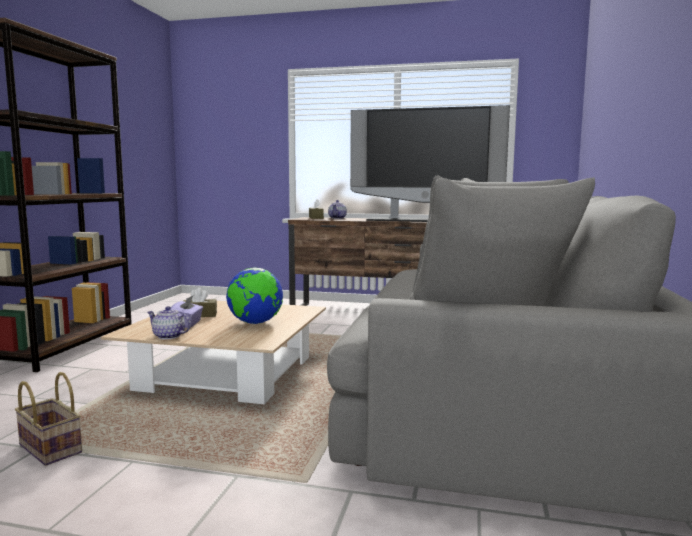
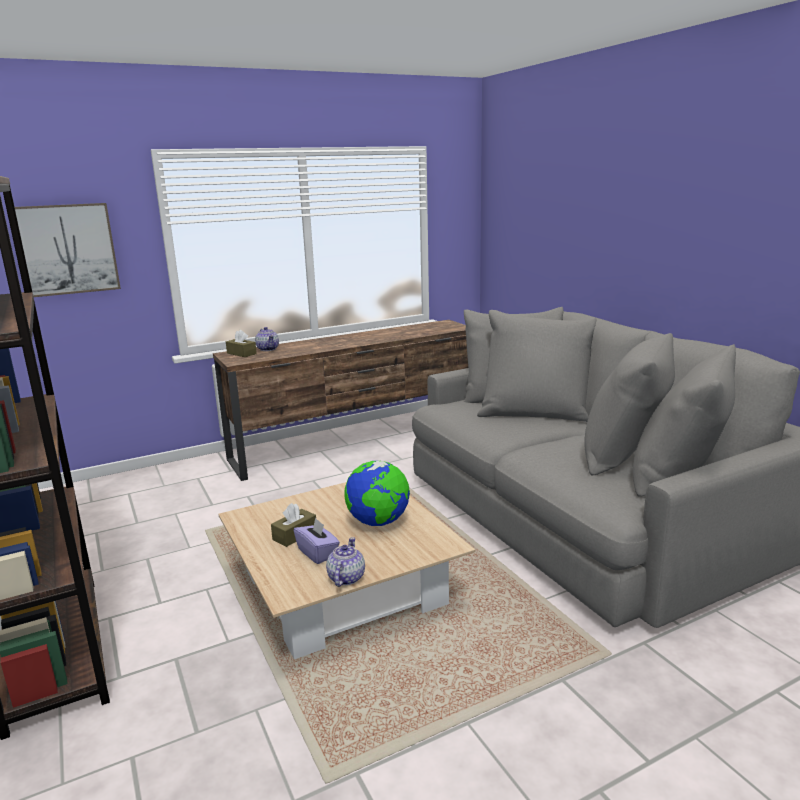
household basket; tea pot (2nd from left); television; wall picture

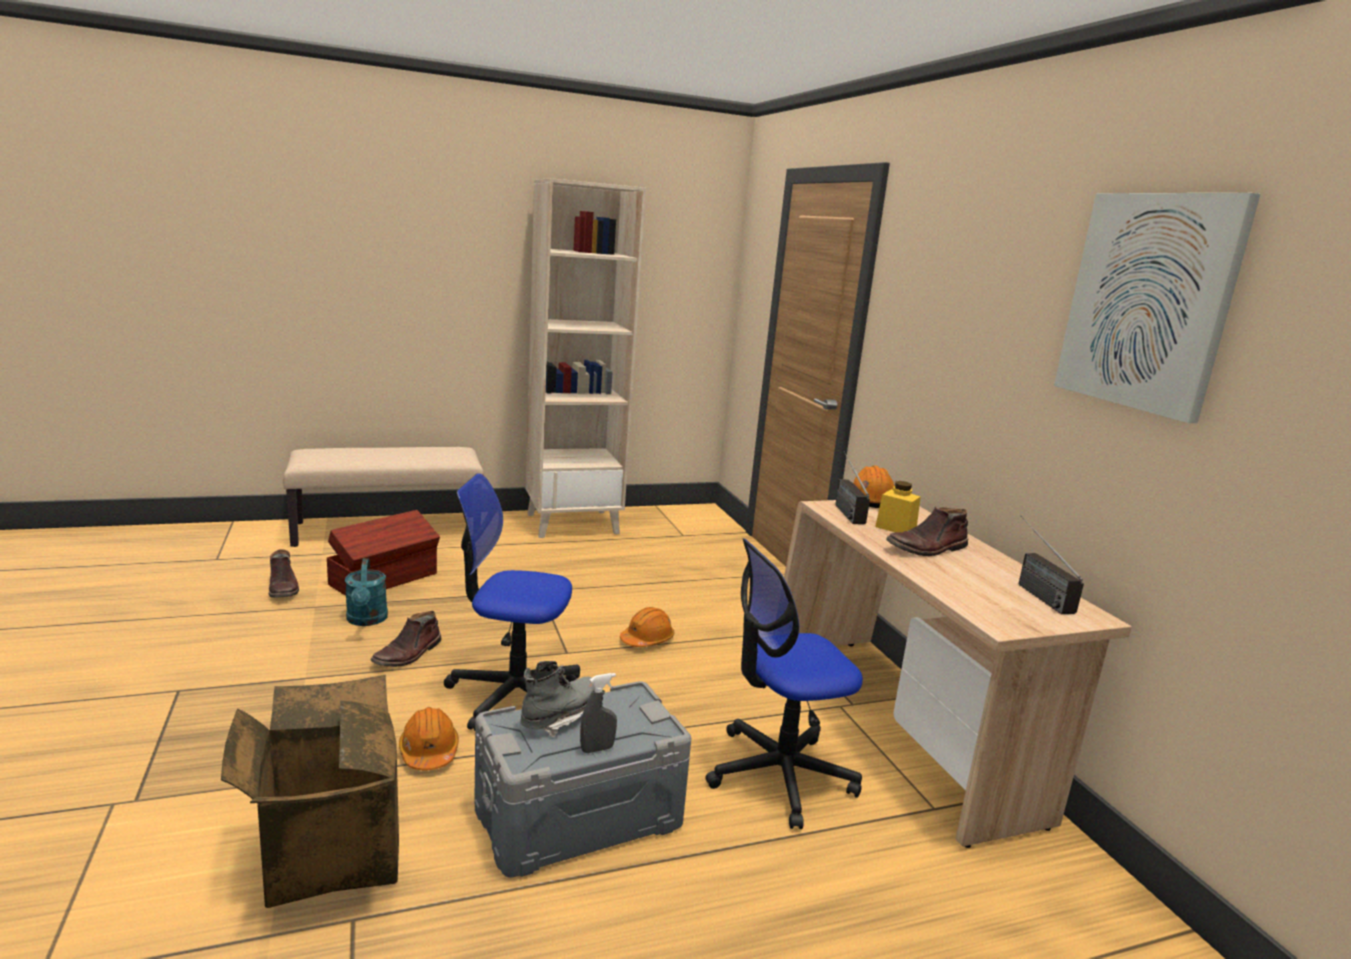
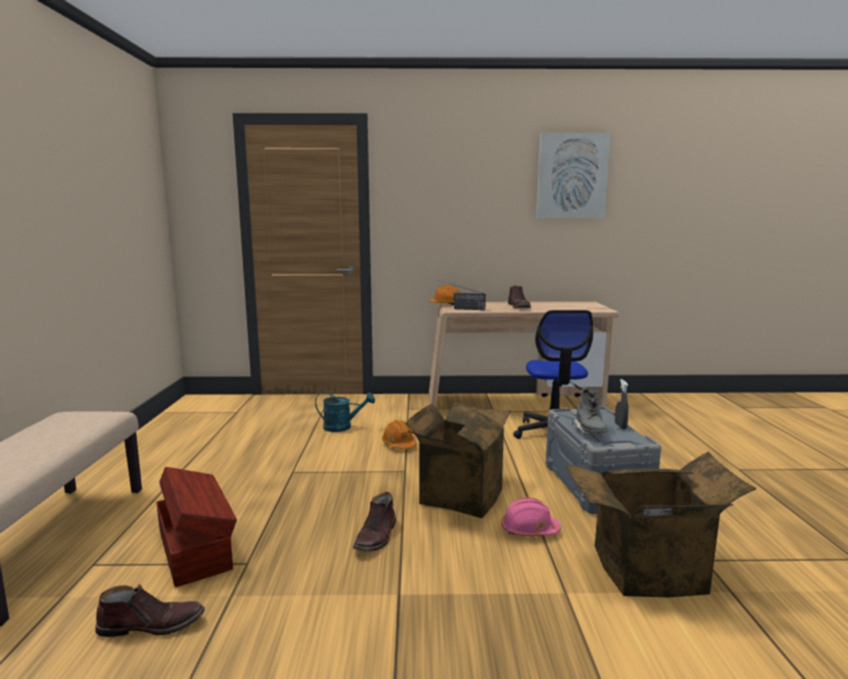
sprinkling can in turquoise; boot in brown-coloured (2nd from left); safety helmet in pinkish; cardboard box (1st from left); boot in grey; bookshelf in sand-coloured; preserve jar in yellowish; radio receiver (2nd from left in the first image)

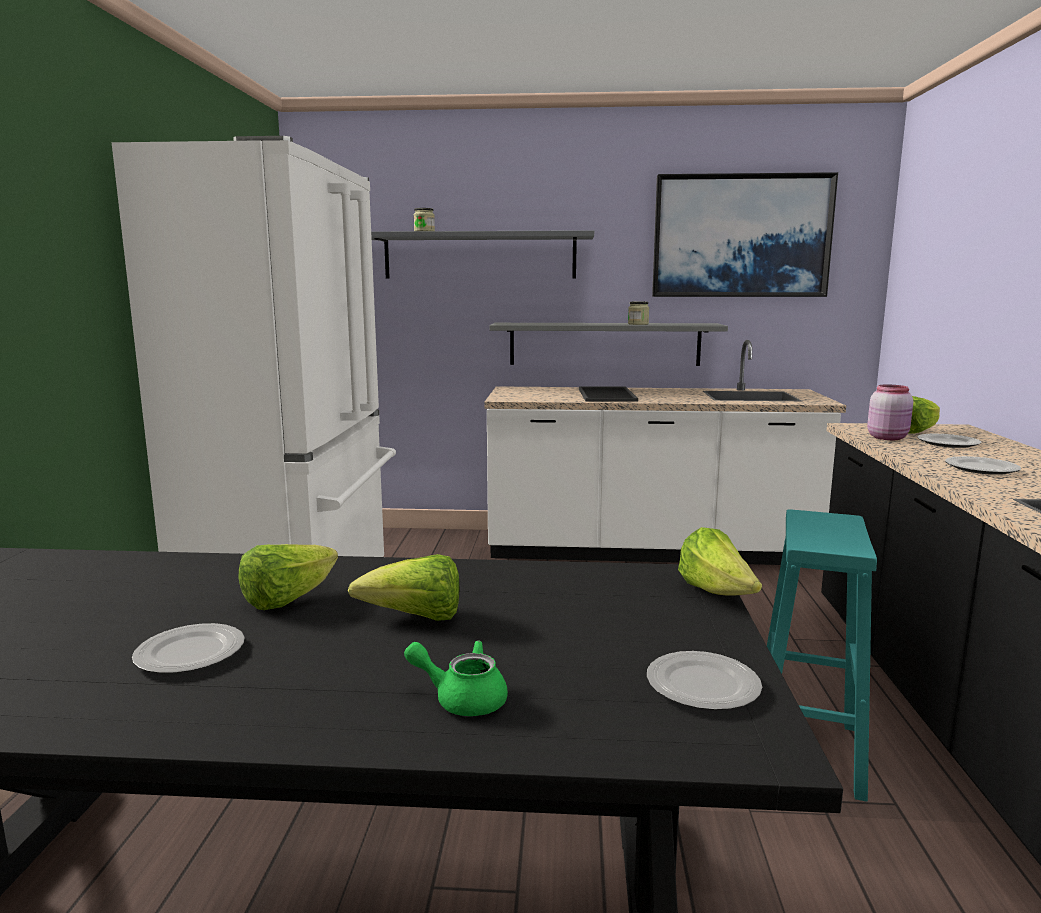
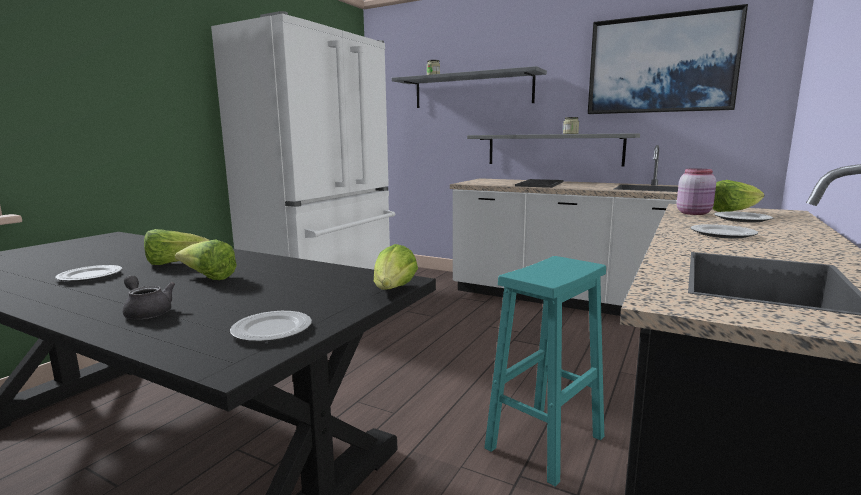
tea pot in grey

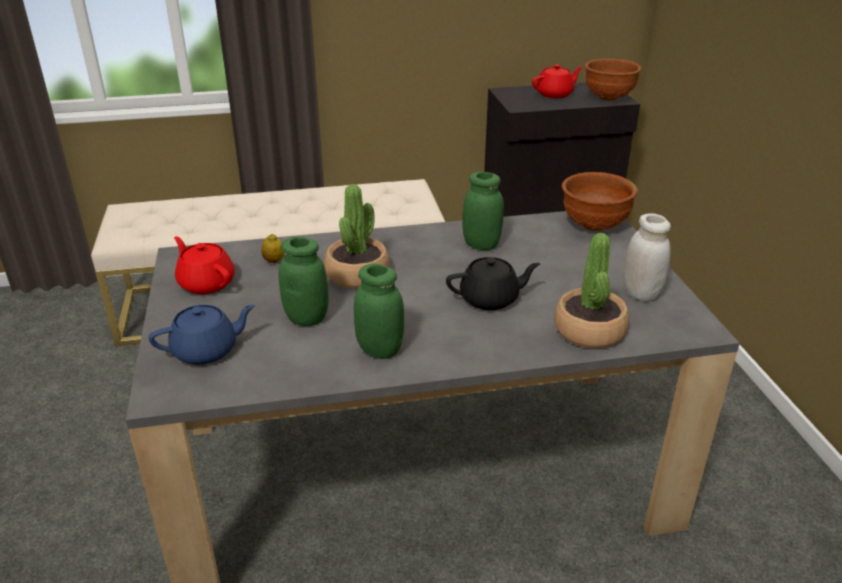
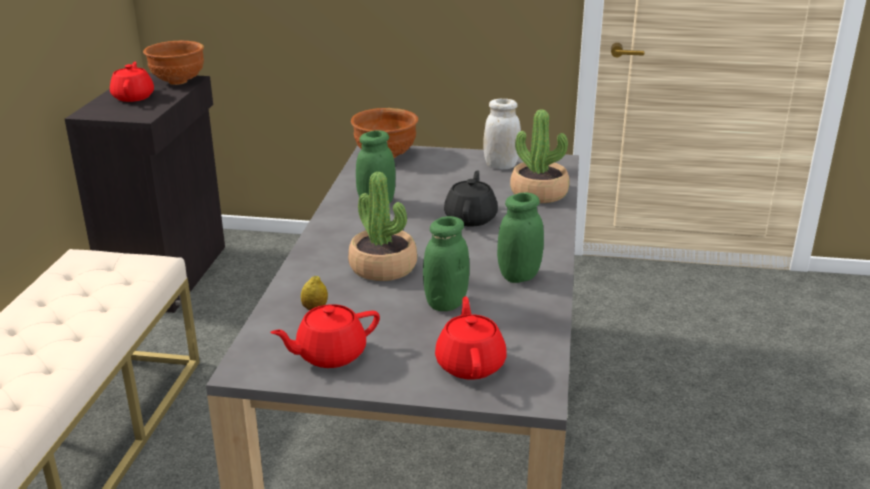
tea pot in reddish (3rd from left)

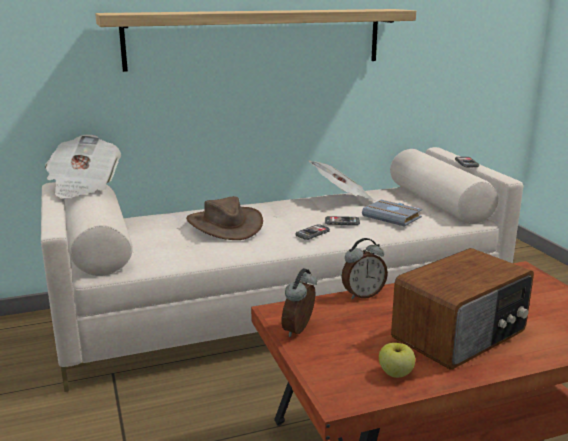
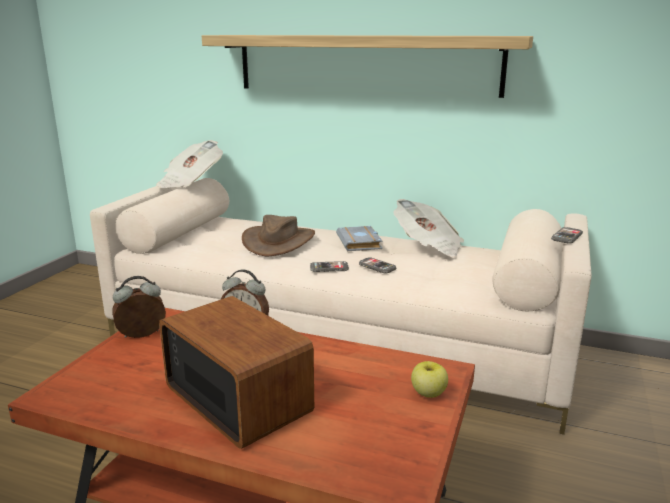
volume in grey; apple fruit; radio receiver

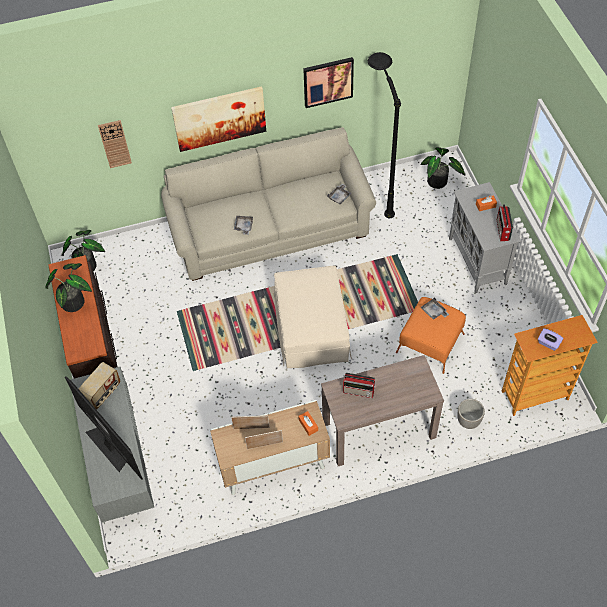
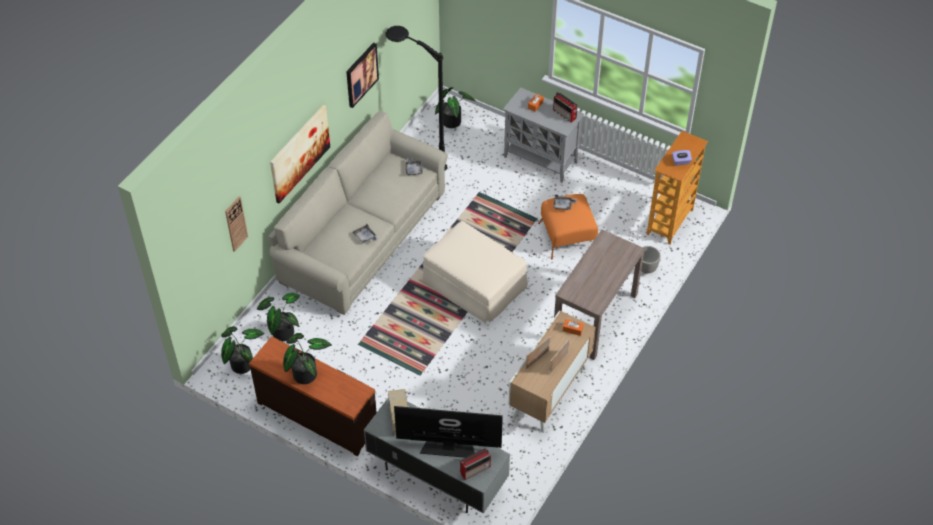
radio receiver (2nd from left); plant in a pot (2nd from left)

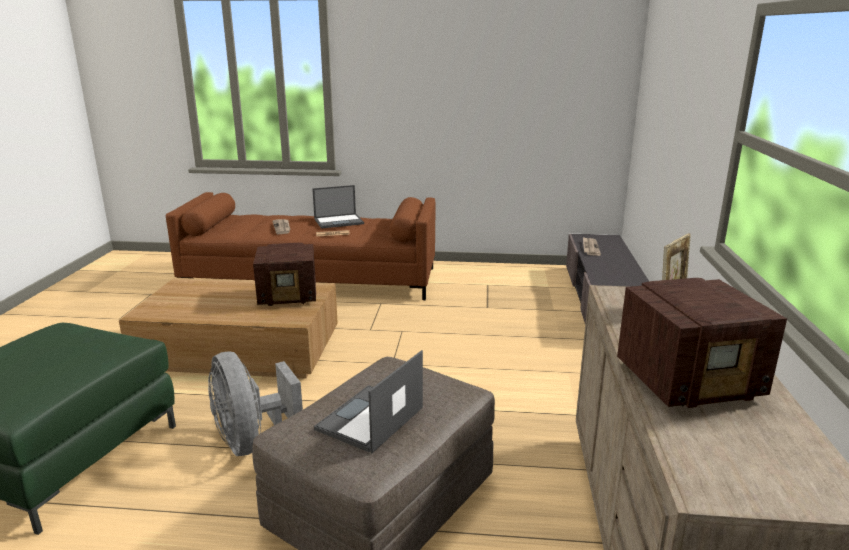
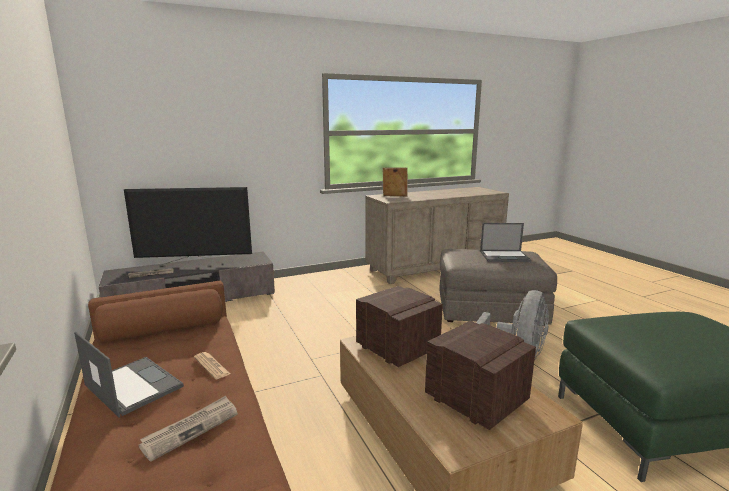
radio receiver (2nd from left); television

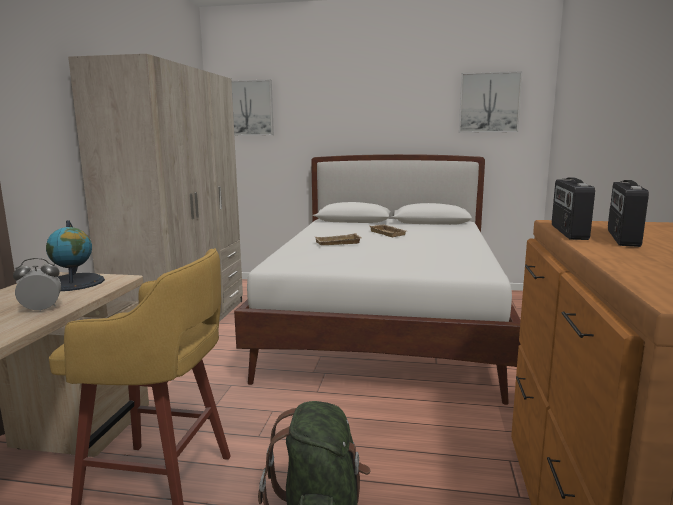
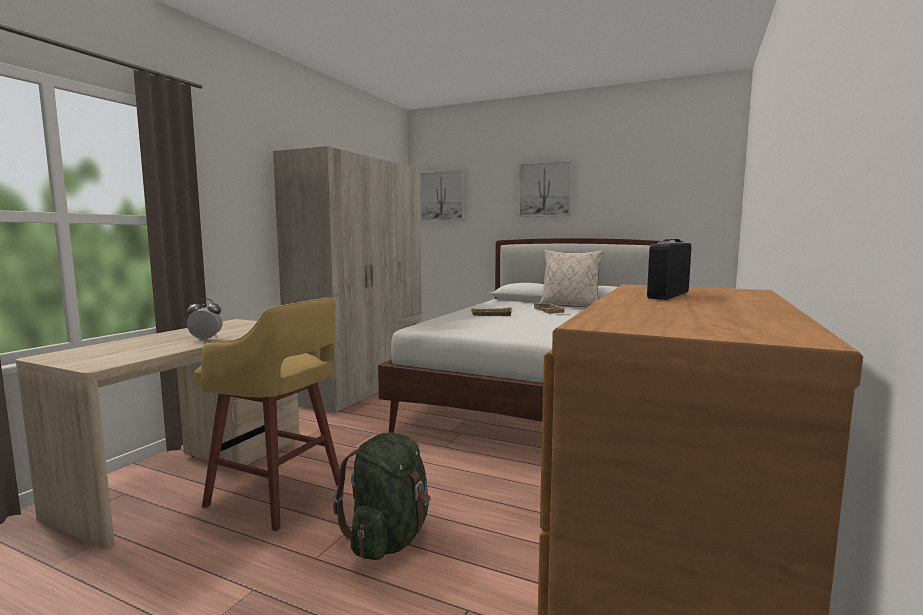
world globe; wall picture (2nd from left); radio receiver (1st from left in the first image); throw pillow in sand-coloured

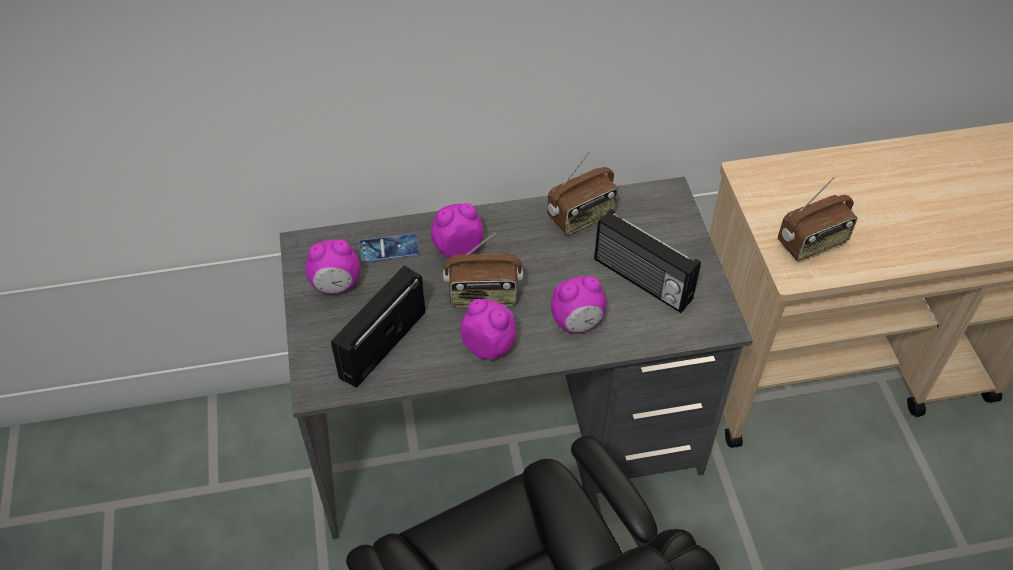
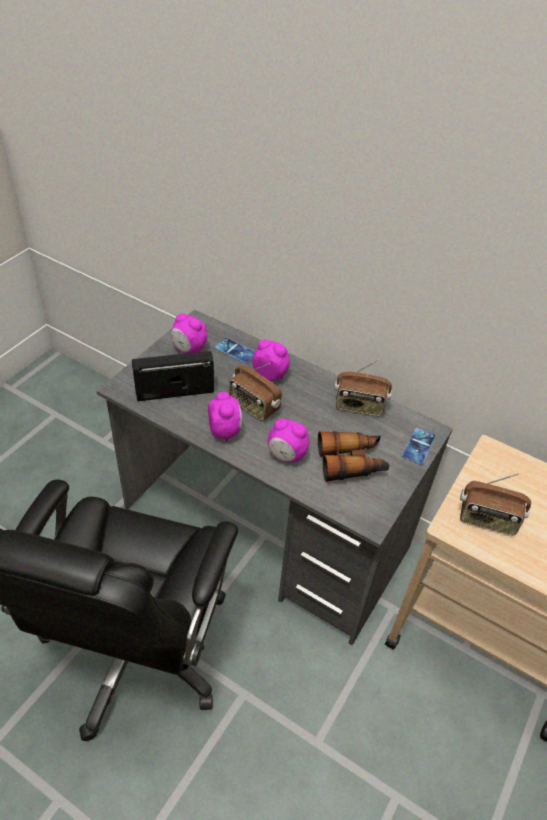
field glasses; telephone (2nd from left)

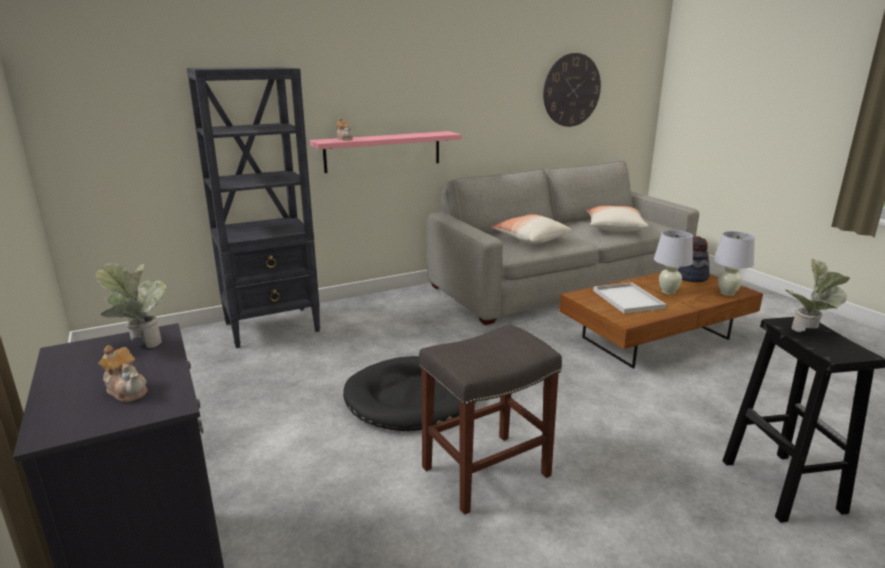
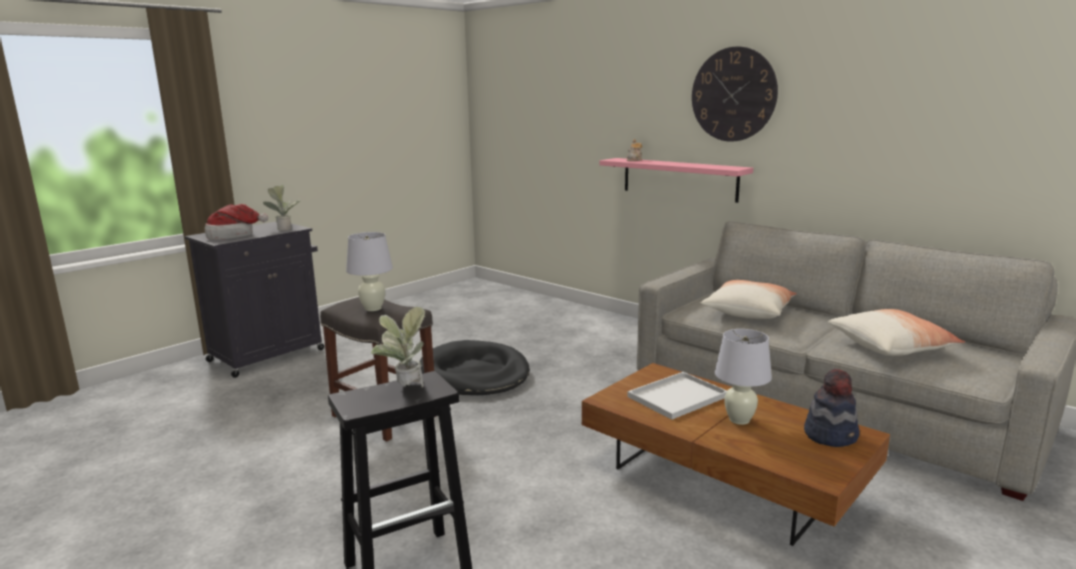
wearable hat (1st from left); bookshelf in black-coloured; wall clock; lamp for a table in white (1st from left)

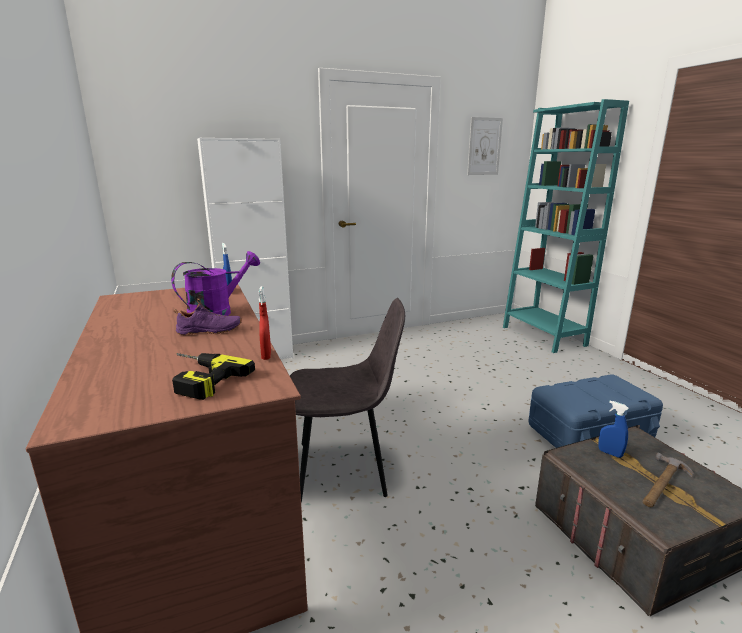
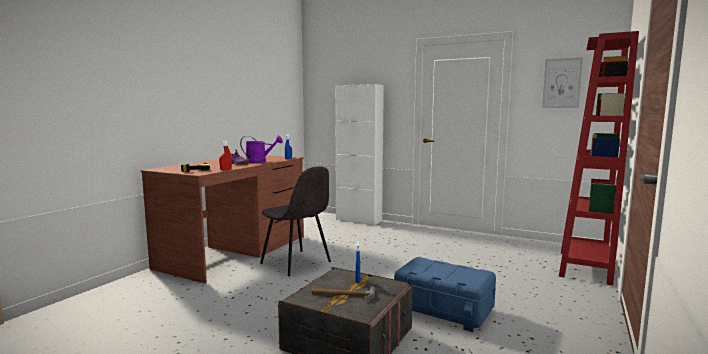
bookshelf in reddish

